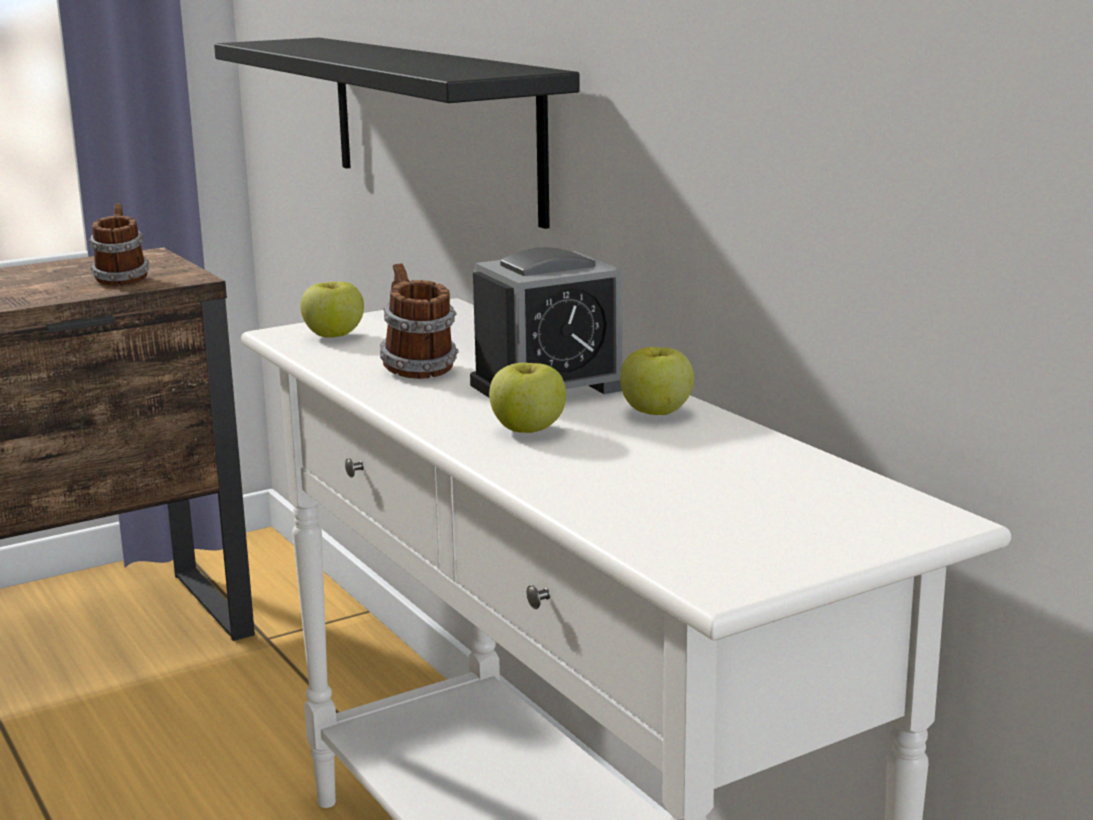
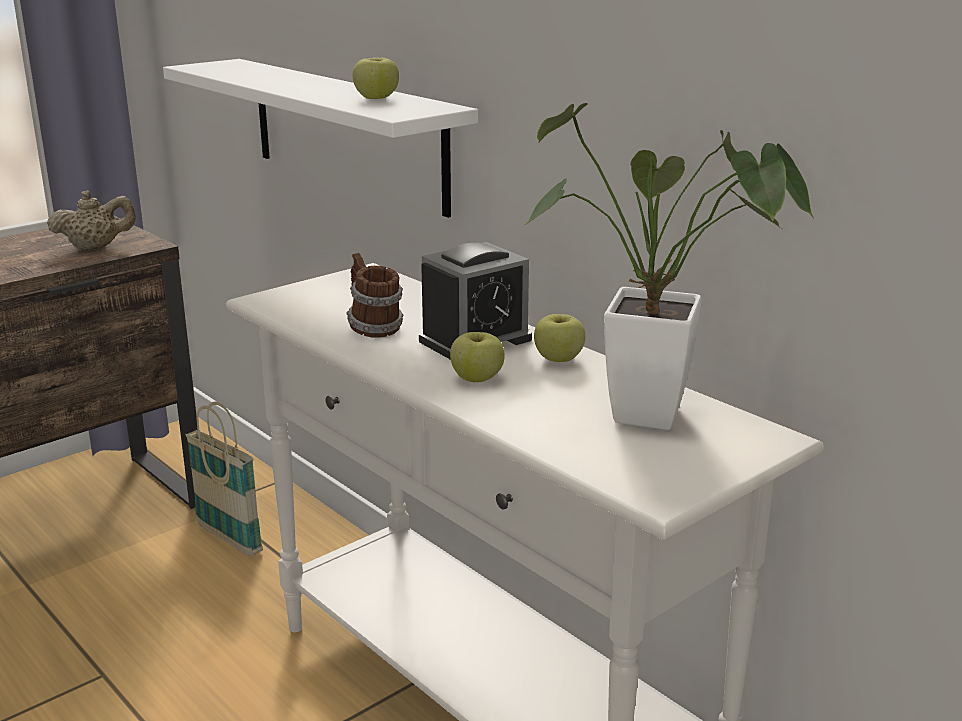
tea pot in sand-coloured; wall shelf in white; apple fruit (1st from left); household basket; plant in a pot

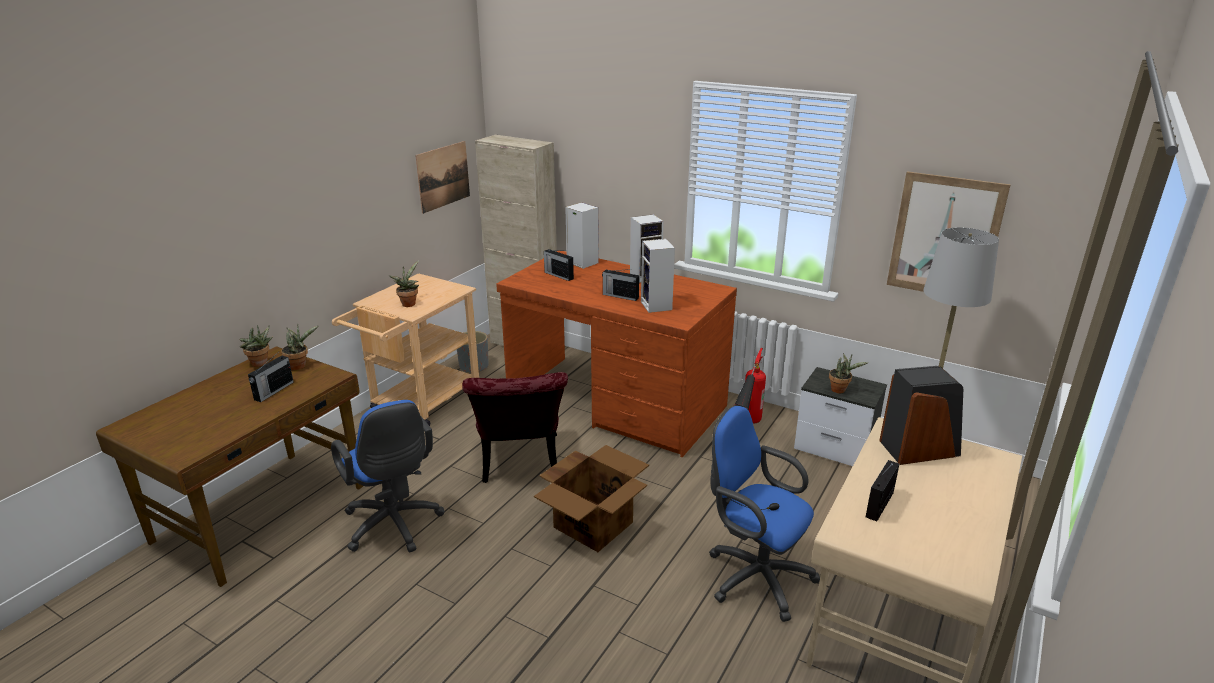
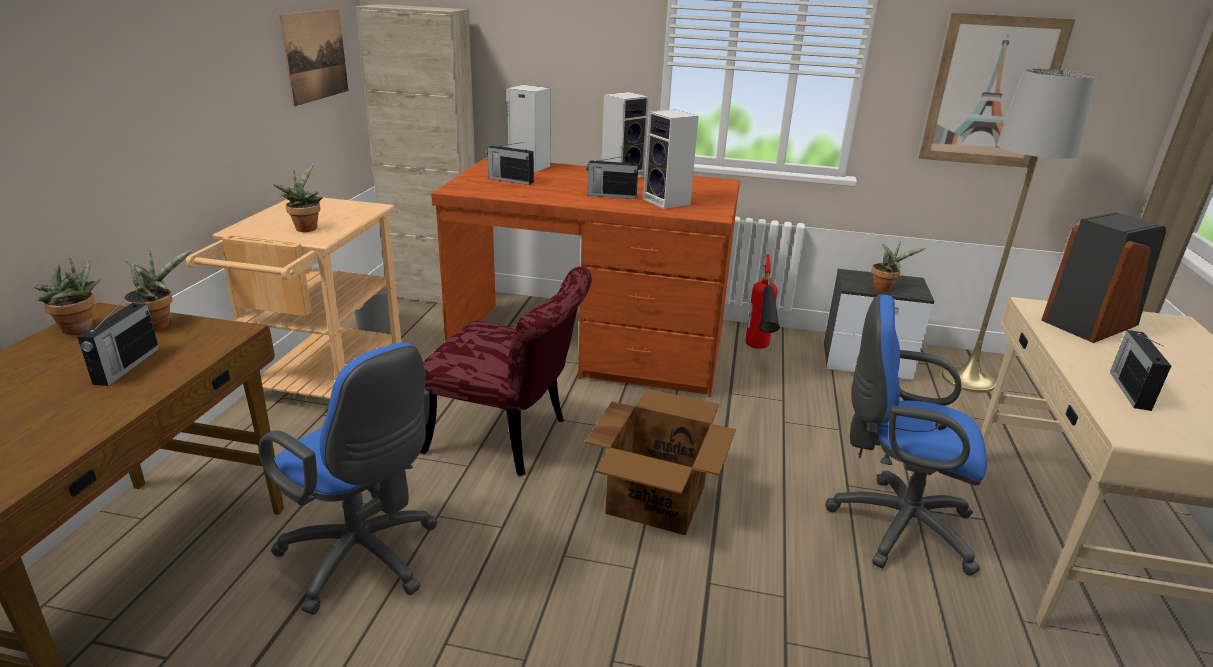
plain chair in reddish

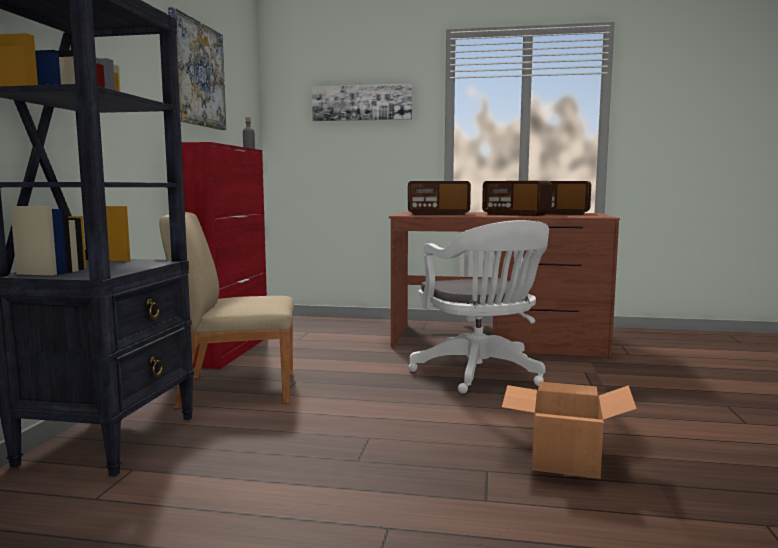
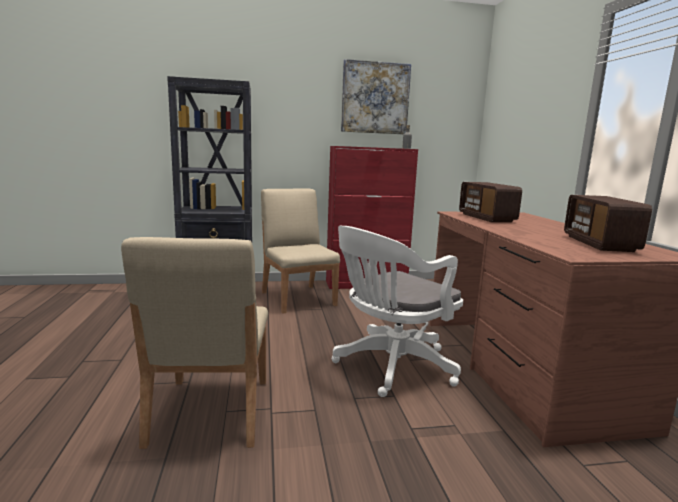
wall picture (2nd from left in the first image); radio receiver (2nd from left in the first image); plain chair in sand-coloured (1st from left)

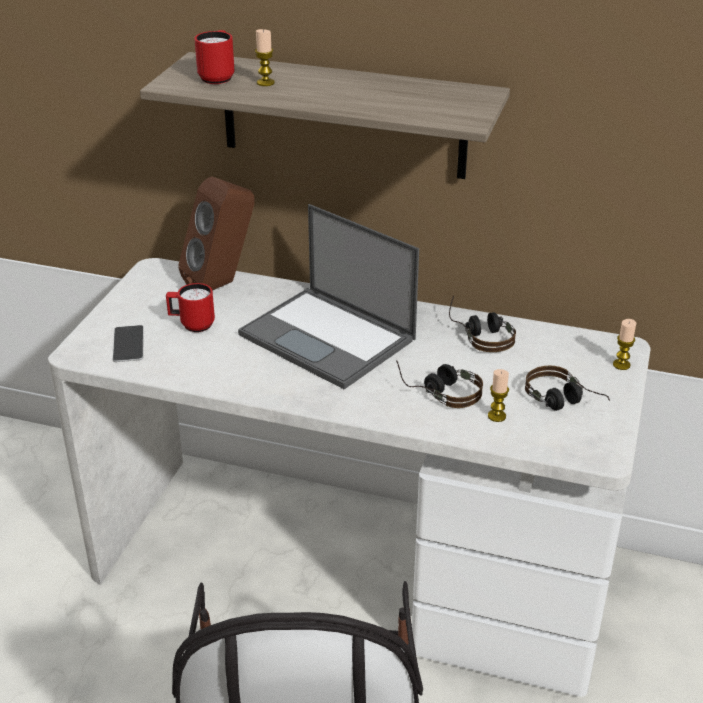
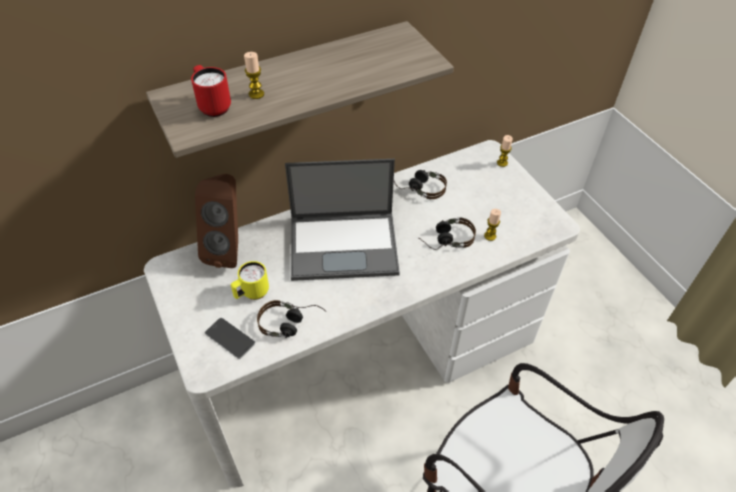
mug in yellowish; headset (1st from left)

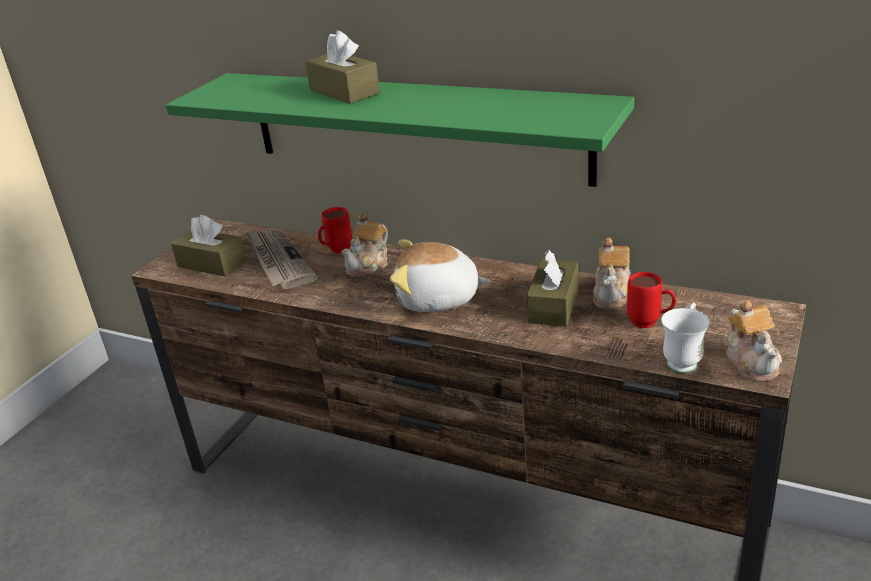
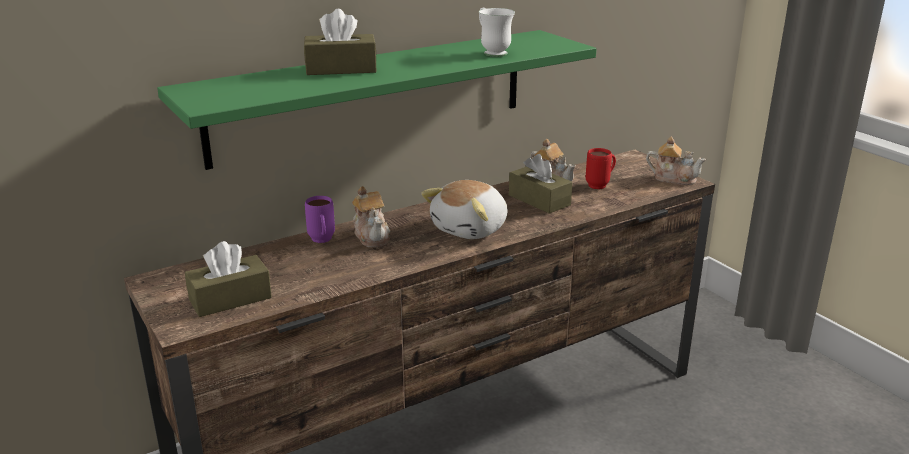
newspaper; mug in purple; mug in white

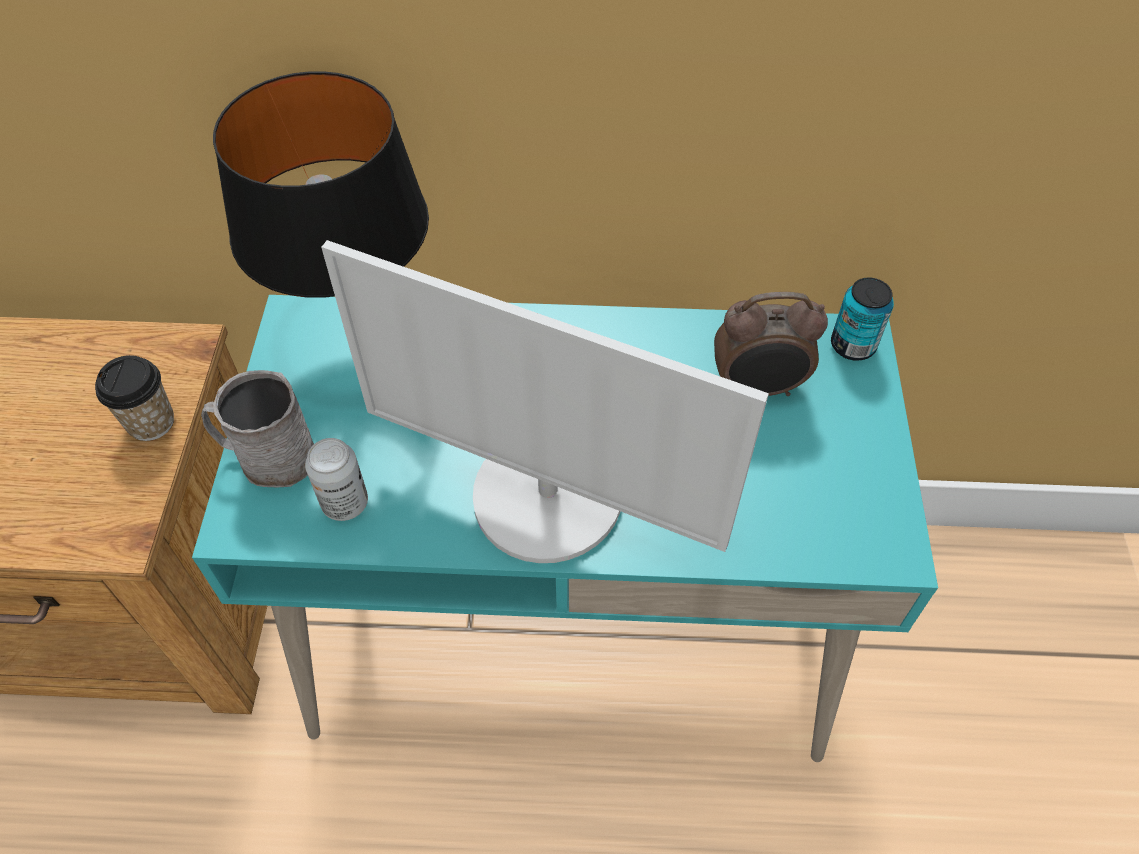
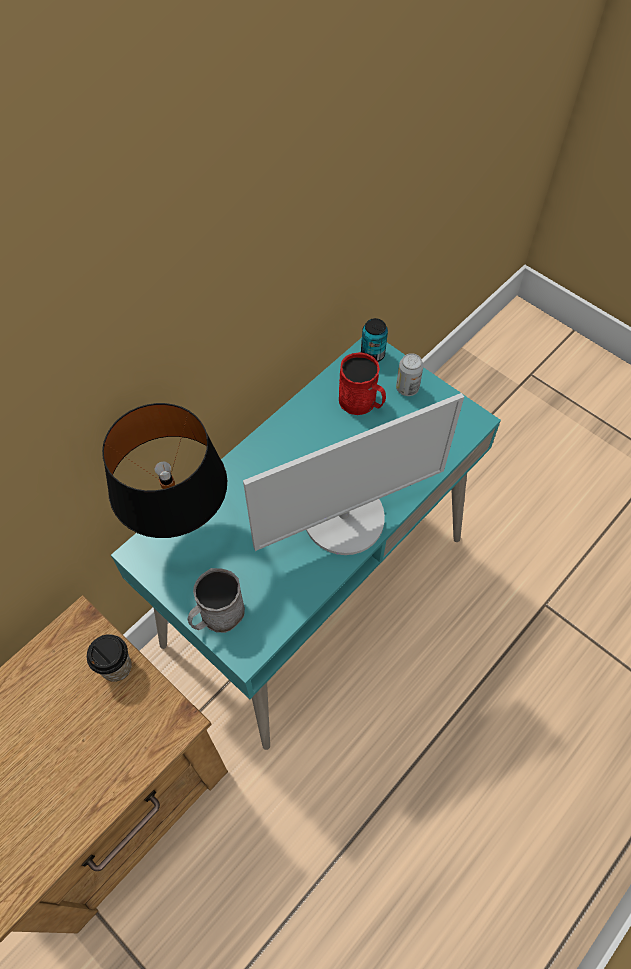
can (2nd from left); mug in reddish

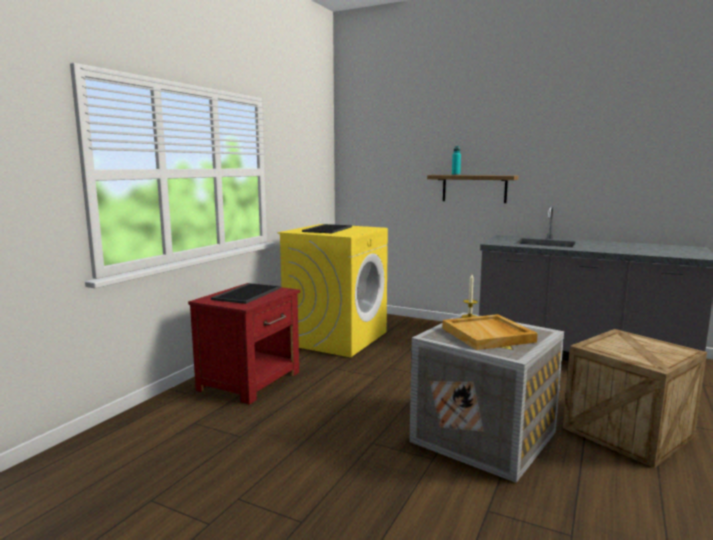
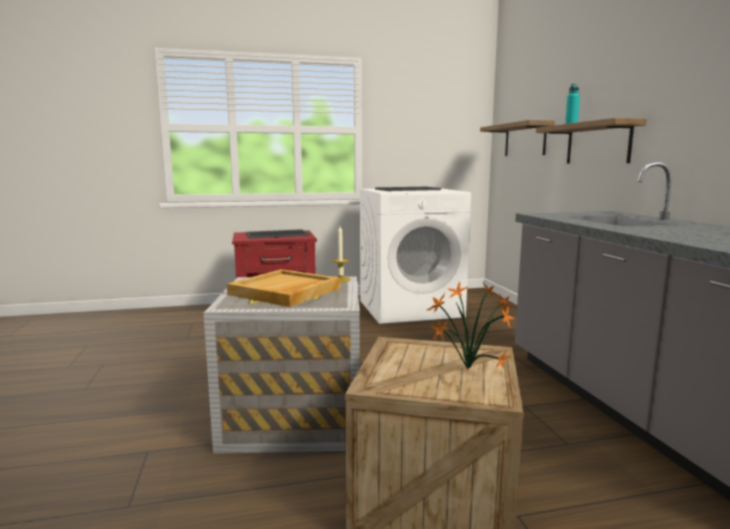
washing machine in white; plant in a pot; wall shelf (1st from left)

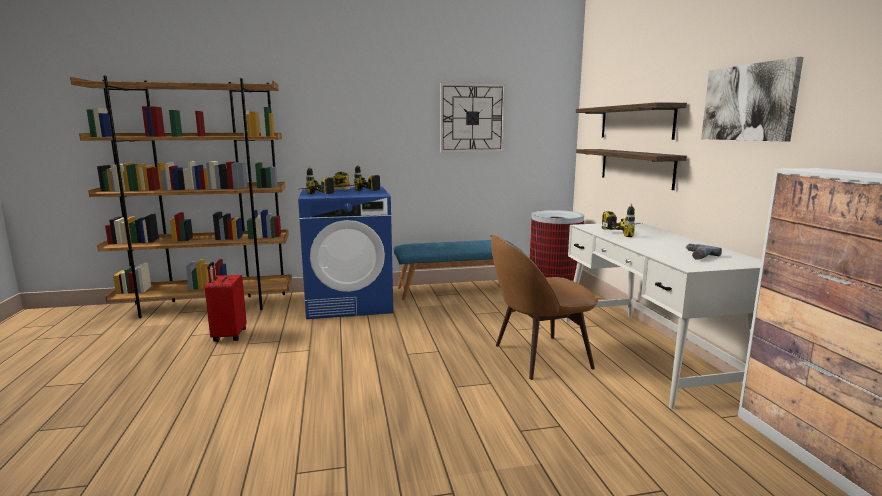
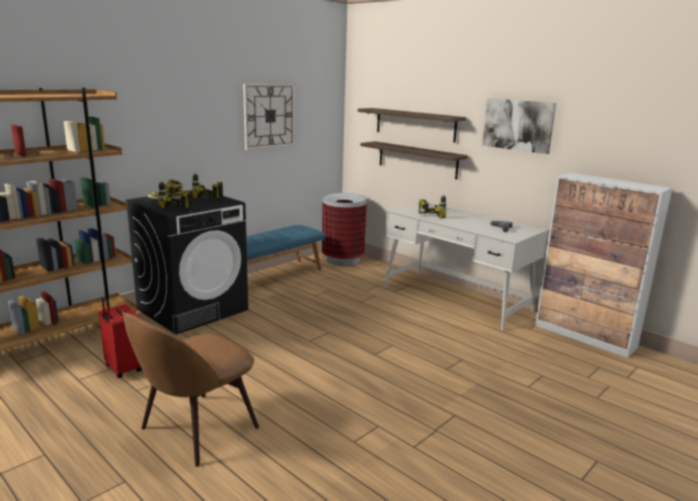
washing machine in black-coloured; plain chair in brown-coloured

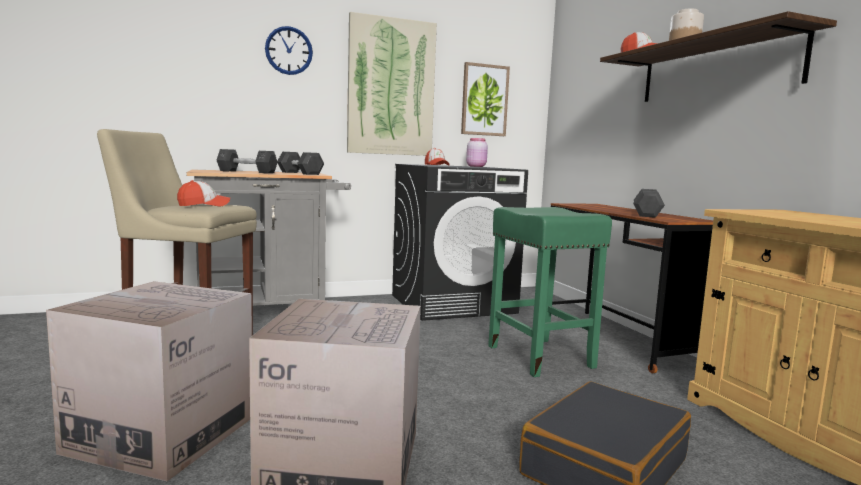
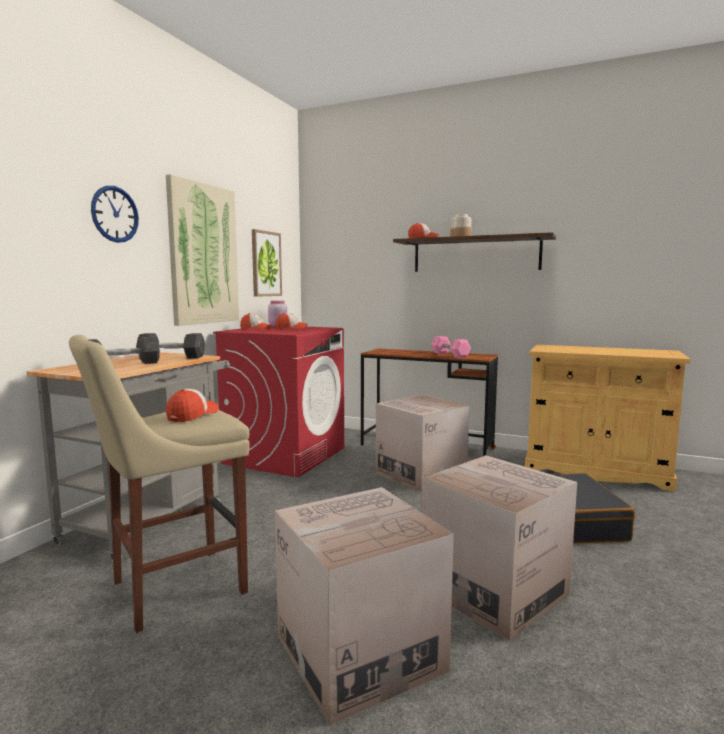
washing machine in reddish; cardboard box (2nd from left); dumbbell in pinkish; baseball cap (3rd from left)

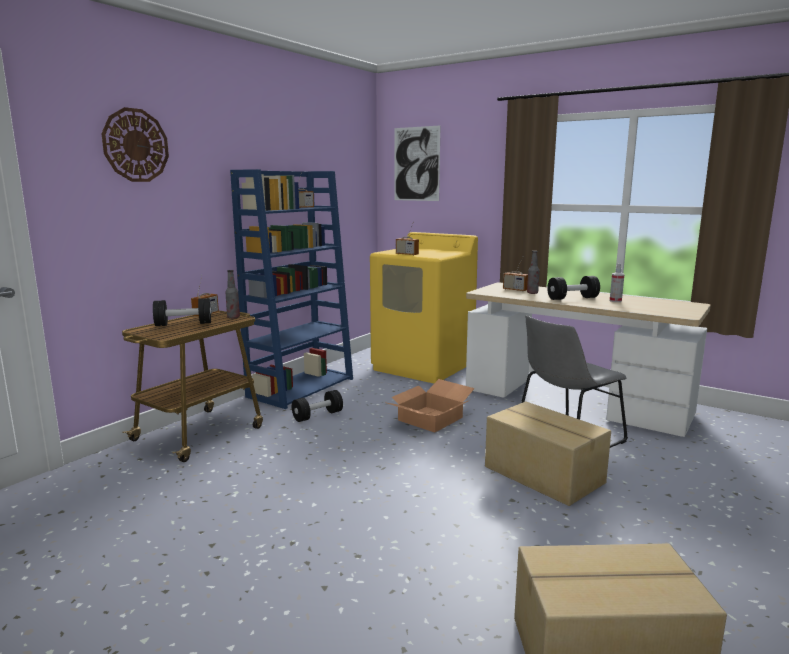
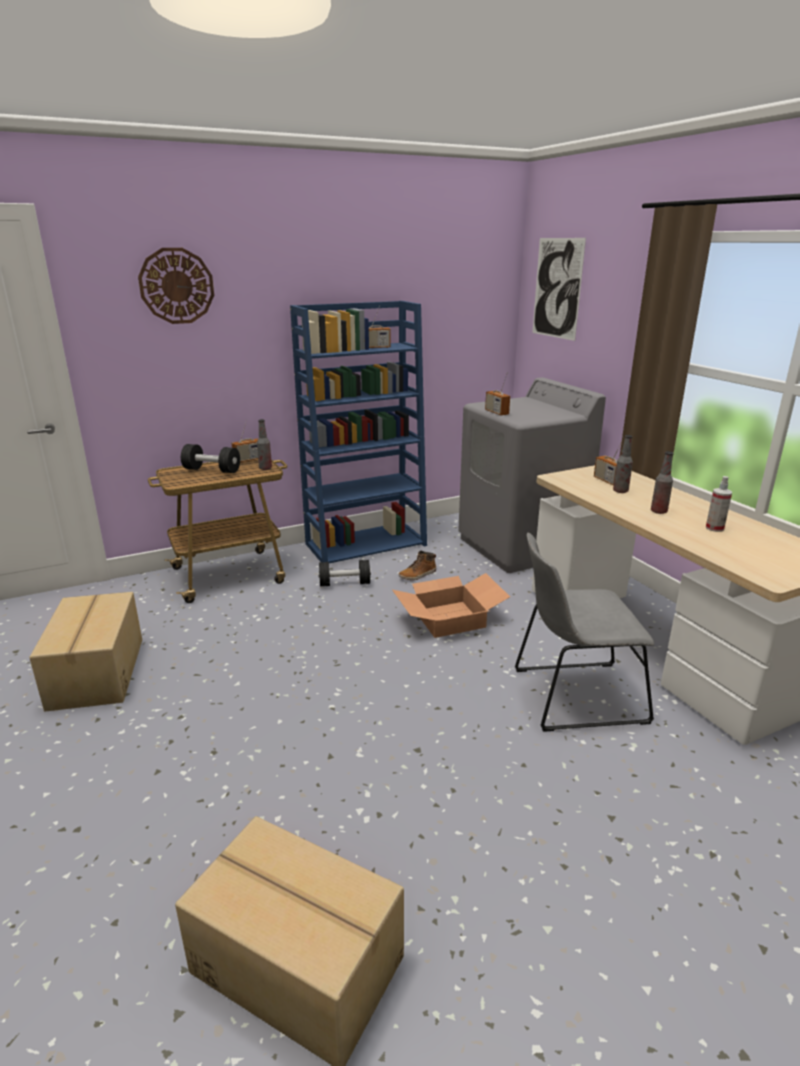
washing machine in grey; cardboard box (1st from left); drink bottle (3rd from left); boot

